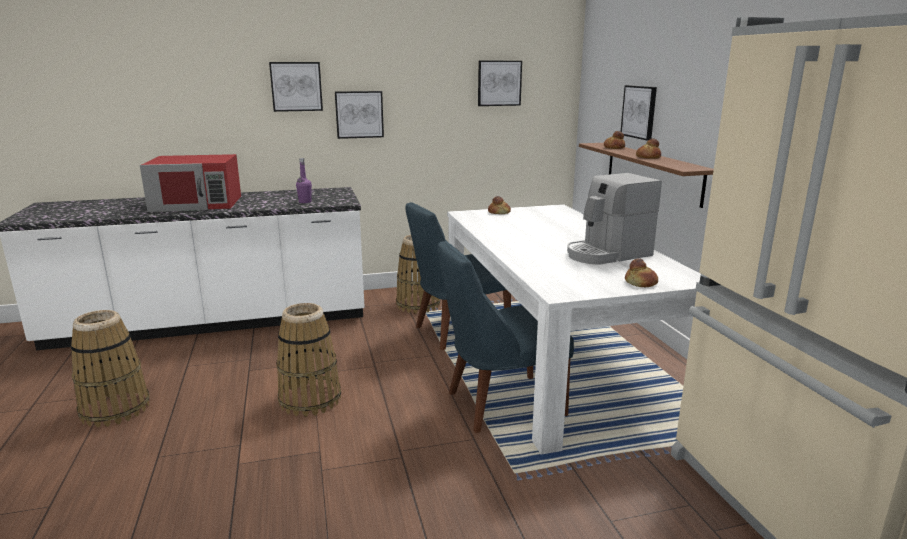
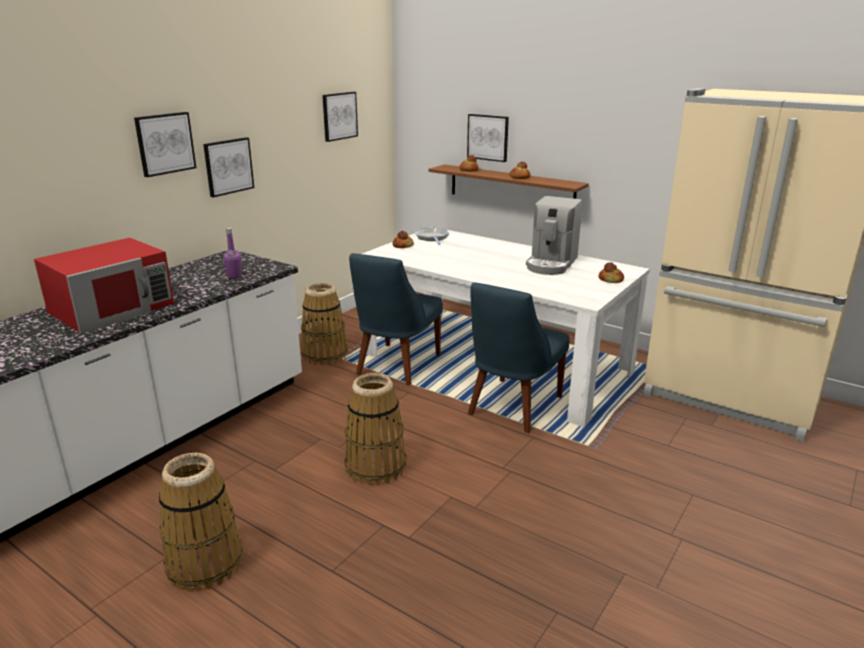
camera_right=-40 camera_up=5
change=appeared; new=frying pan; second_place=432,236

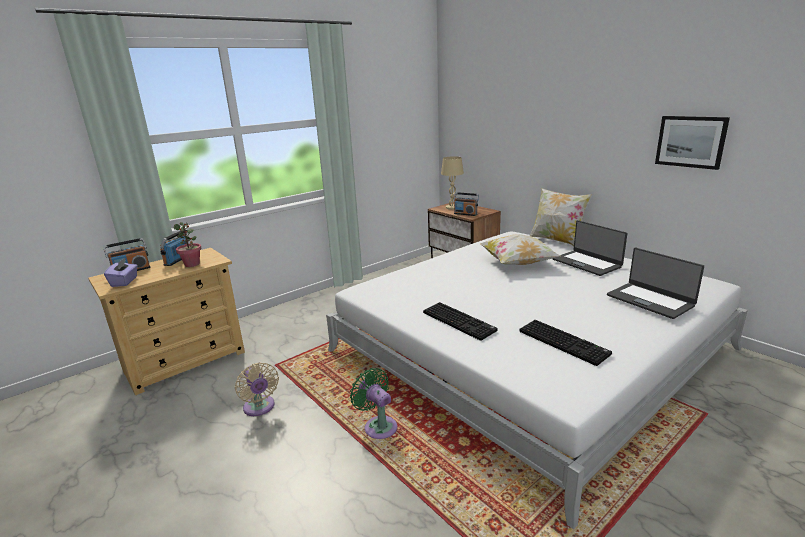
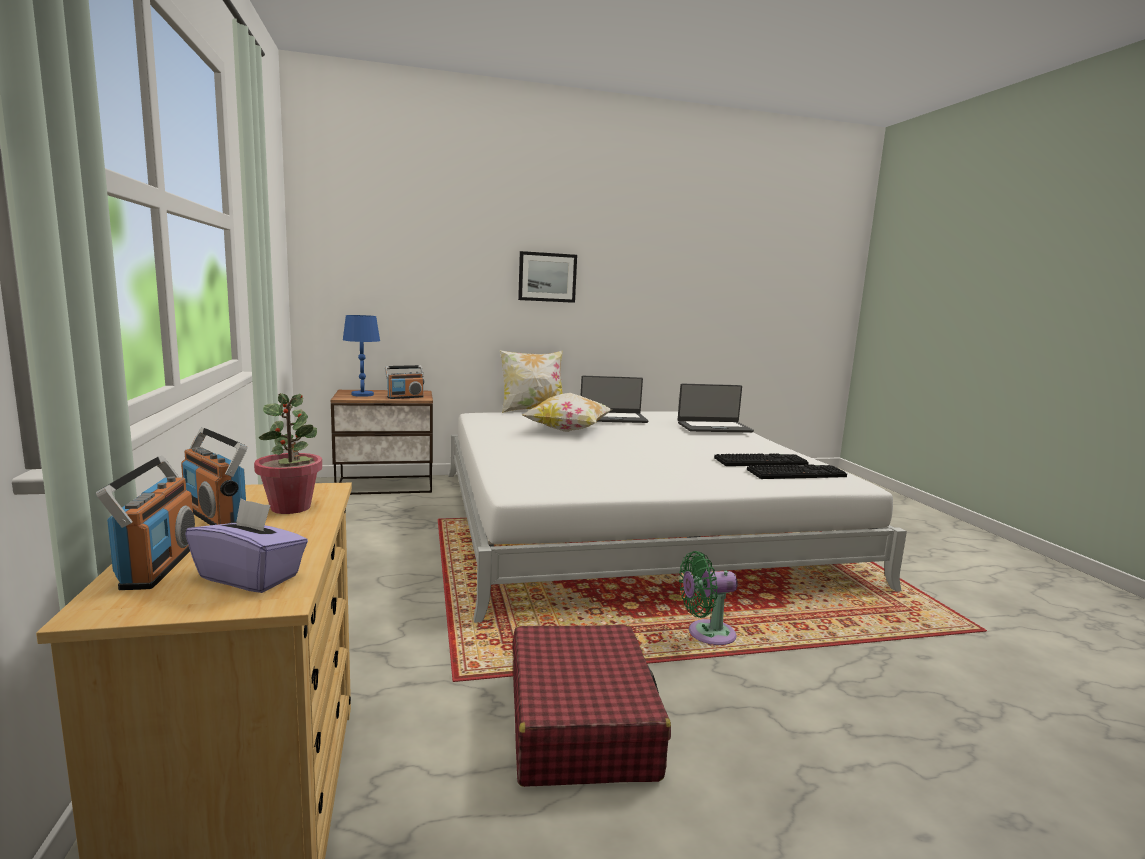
camera_right=-65 camera_up=-10
change=colour; old=table lamp (beige); new=table lamp (blue); first_place=452,183; second_place=361,356
change=exchanged; old=fan (beige); new=suitcase (red); first_place=257,389; second_place=591,705
change=relocated; old=picture; first_place=692,143; second_place=547,277
change=relocated; old=keyboard; first_place=460,321; second_place=797,471

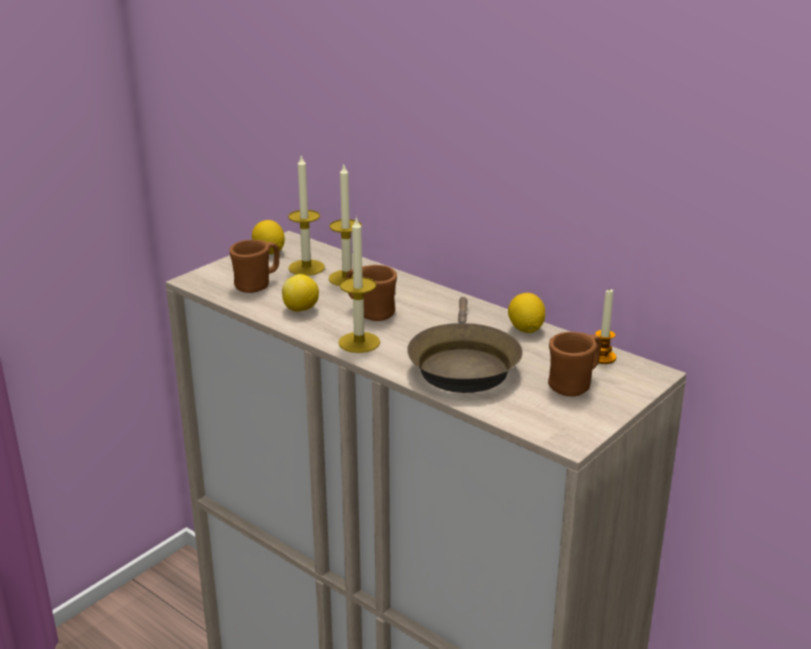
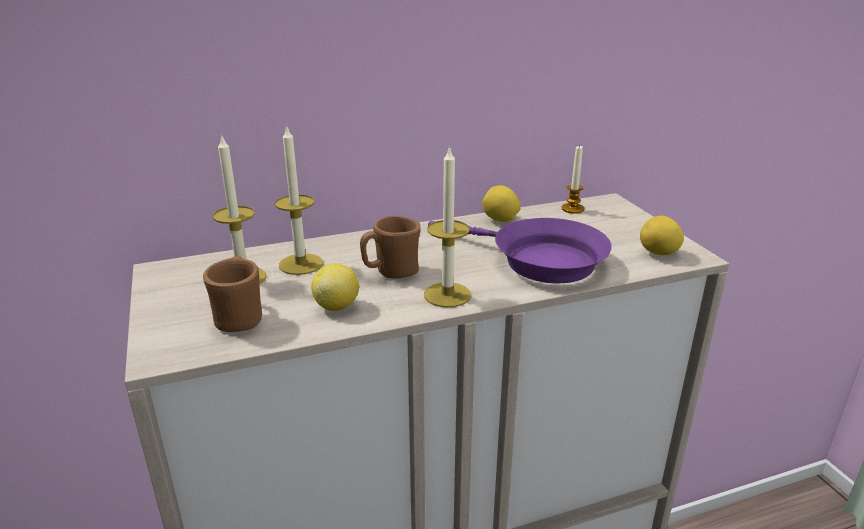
camera_right=-60 camera_up=0
change=colour; old=frying pan (brown); new=frying pan (purple); first_place=465,345; second_place=520,250
change=relocated; old=lemon; first_place=268,237; second_place=662,235
change=missing; old=mug (brown); first_place=575,364

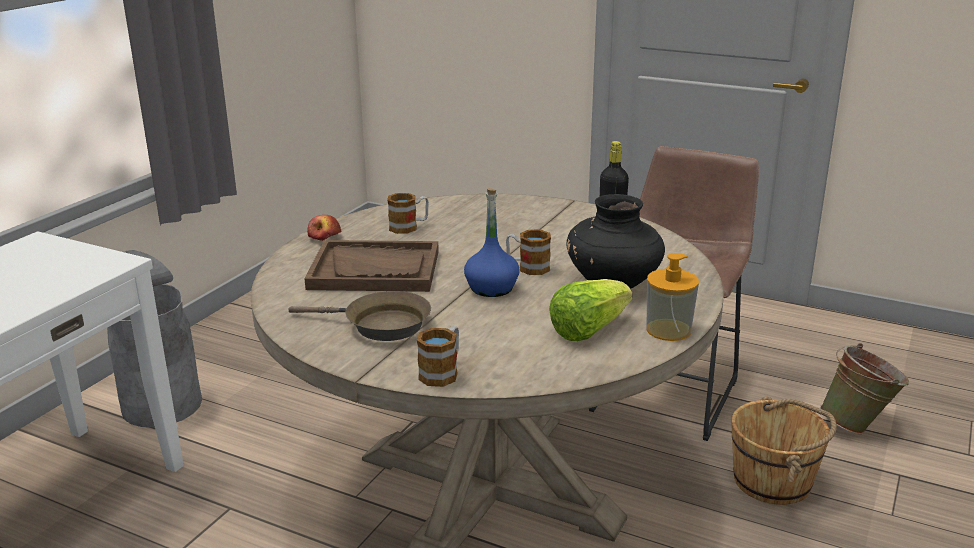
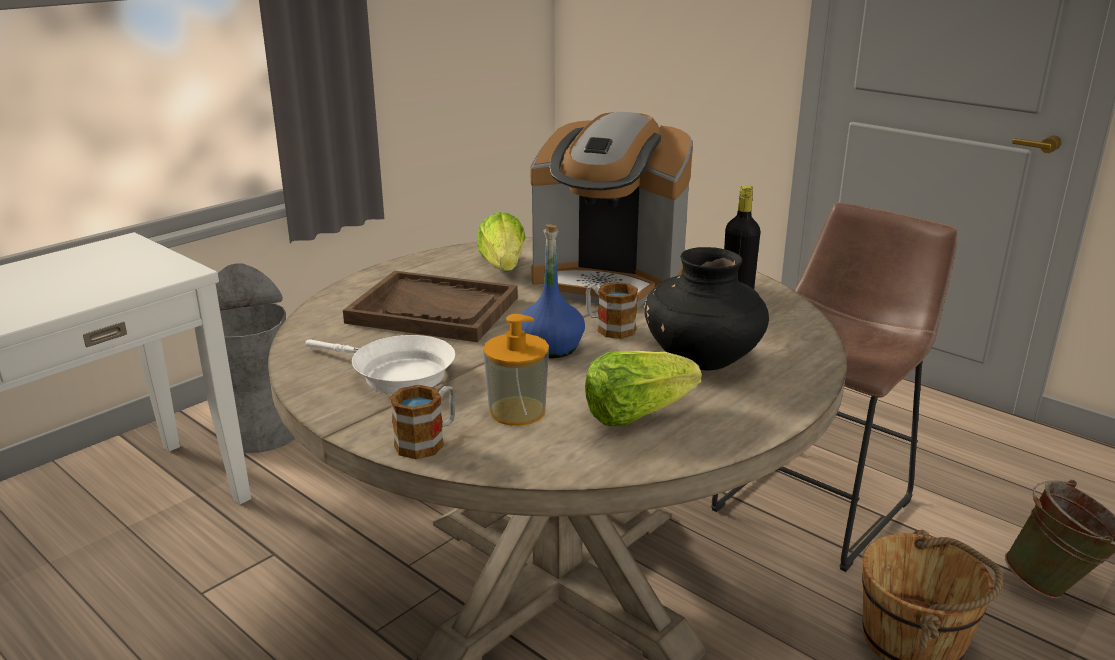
camera_right=15 camera_up=0
change=colour; old=frying pan (brown); new=frying pan (white); first_place=360,316; second_place=380,364
change=exchanged; old=mug; new=lettuce; first_place=408,213; second_place=501,241
change=relocated; old=soap dispenser; first_place=672,297; second_place=516,370
change=appeared; new=coffee machine; second_place=611,210
change=missing; old=apple; first_place=324,228

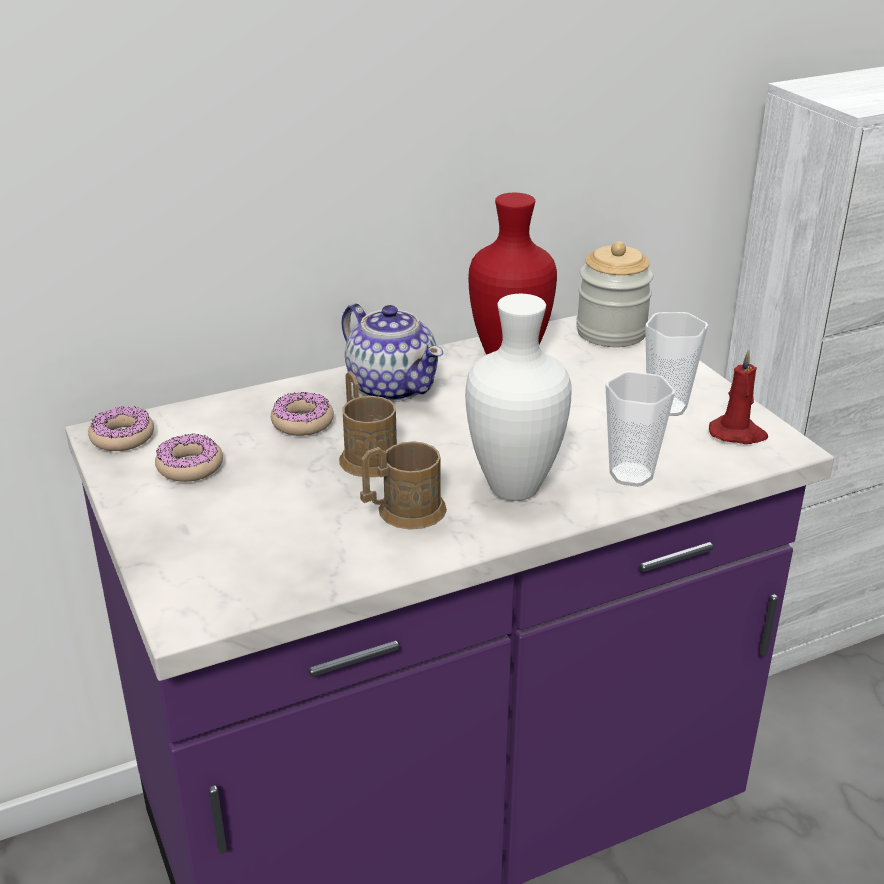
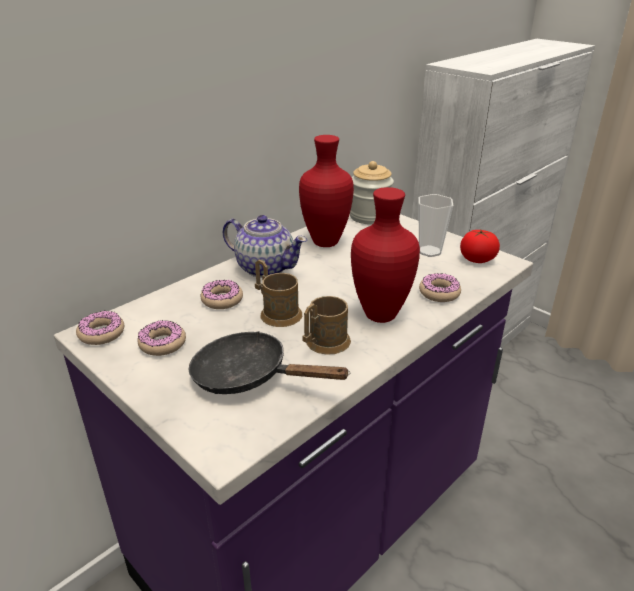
camera_right=-20 camera_up=0
change=appeared; new=frying pan (black); second_place=269,362
change=colour; old=vase (white); new=vase (red); first_place=518,397; second_place=385,255
change=exchanged; old=cup; new=donut; first_place=640,429; second_place=440,287
change=exchanged; old=candle (red); new=tomato; first_place=738,397; second_place=480,246

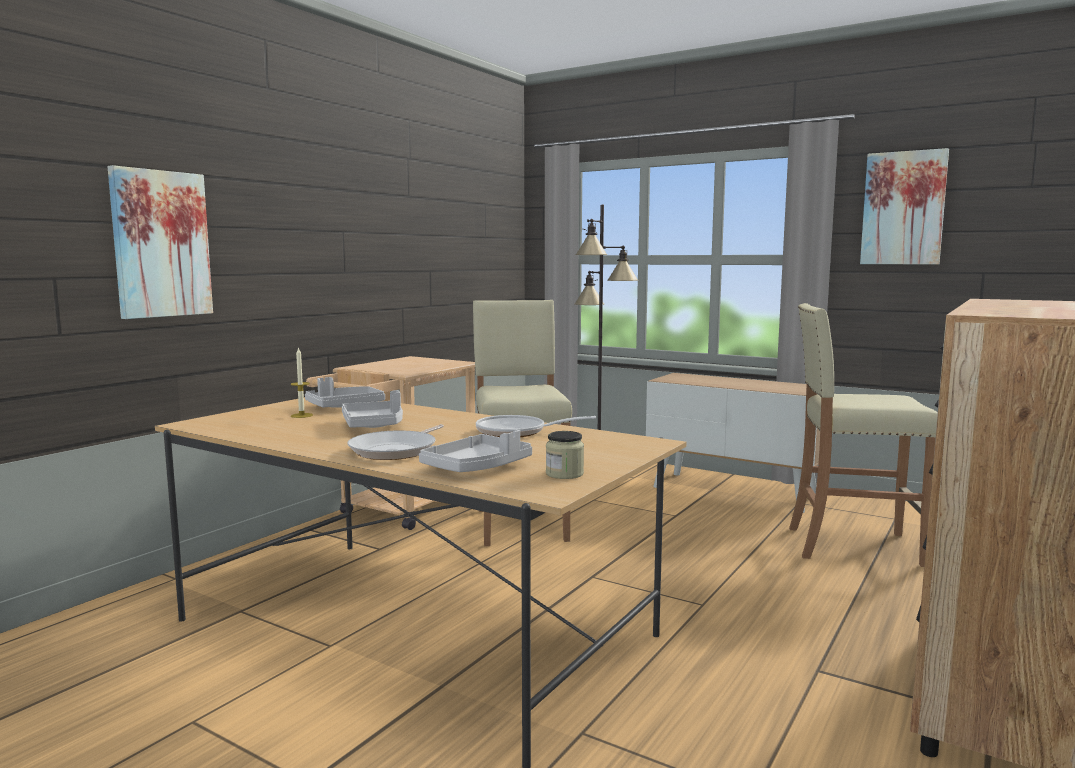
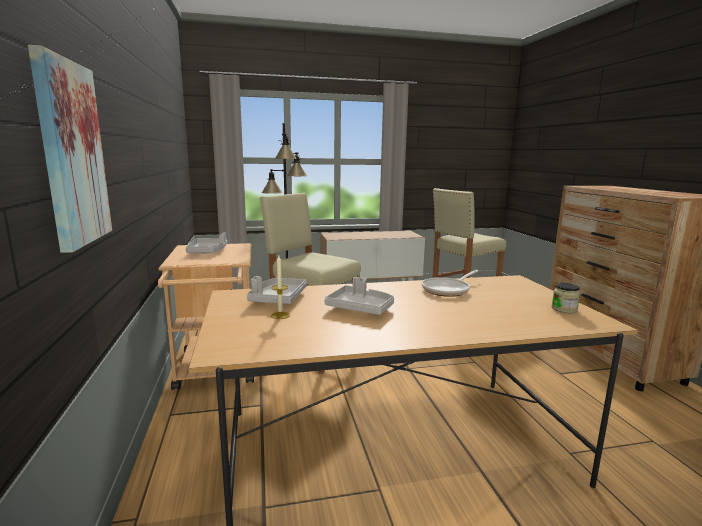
camera_right=-45 camera_up=5
change=relocated; old=tray (grey); first_place=475,451; second_place=207,242
change=missing; old=frying pan; first_place=395,442
change=missing; old=picture; first_place=904,206

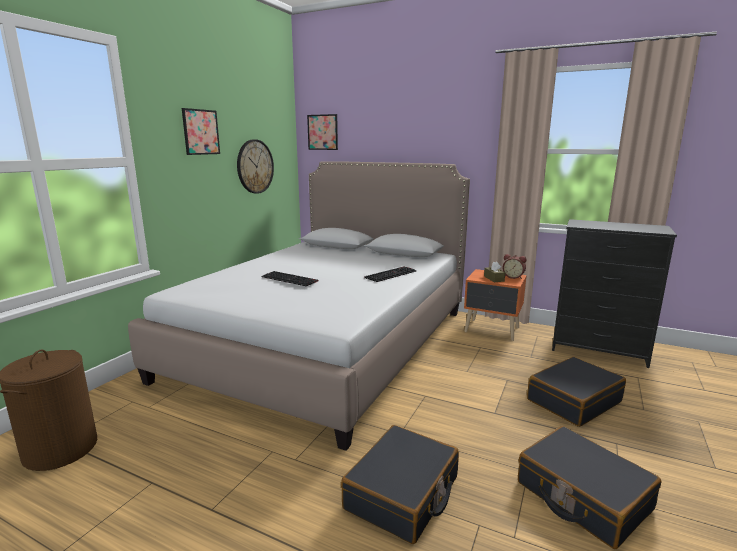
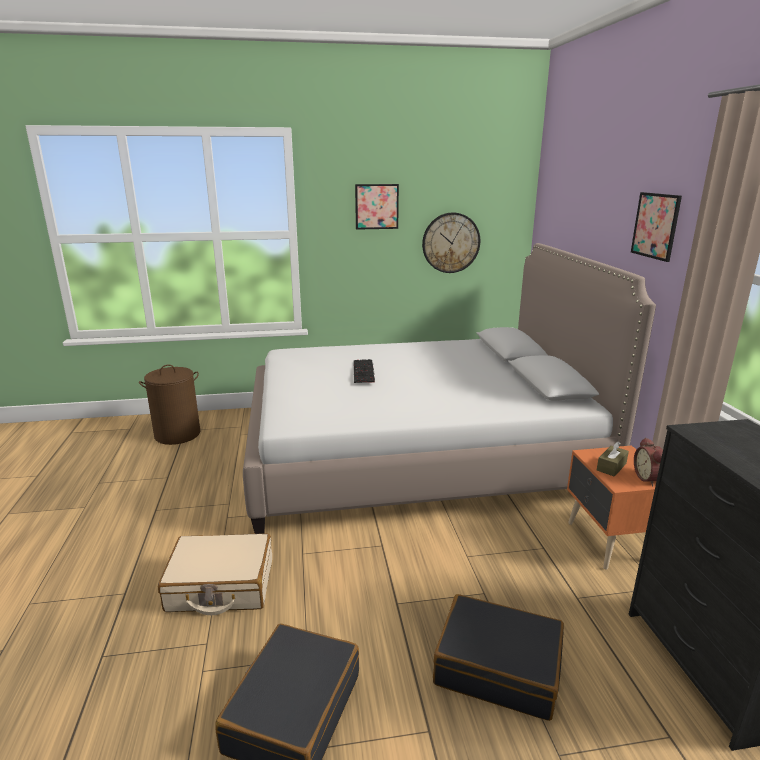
camera_right=55 camera_up=5
change=colour; old=suitcase (black); new=suitcase (beige); first_place=400,484; second_place=215,574
change=relocated; old=picture; first_place=322,132; second_place=656,227
change=missing; old=keyboard; first_place=390,274

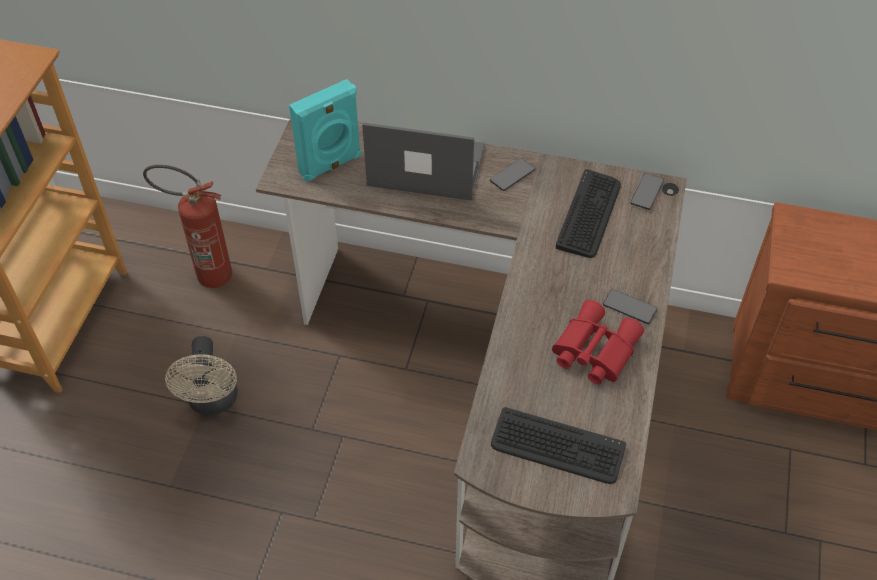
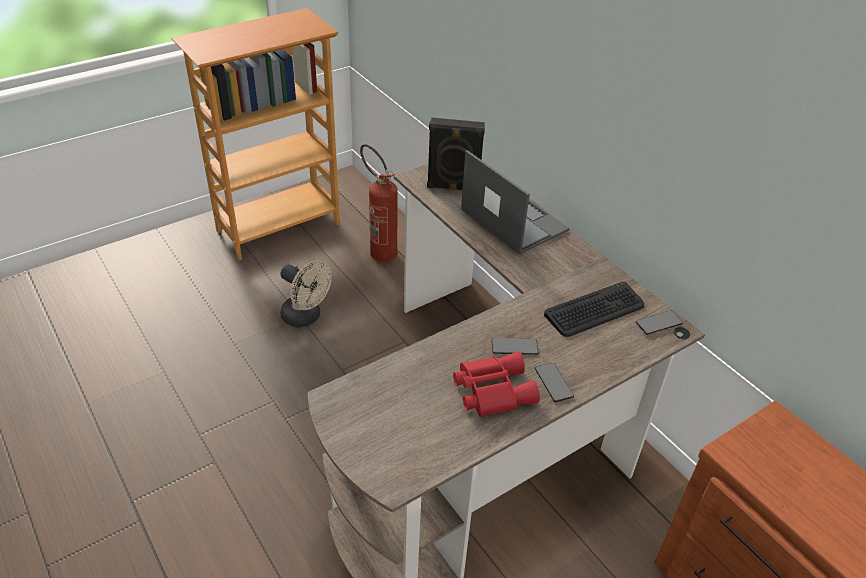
camera_right=40 camera_up=-10
change=spun; old=fan (beige); first_place=201,375; second_place=306,293; degrees=-90
change=colour; old=speaker (turquoise); new=speaker (black); first_place=325,130; second_place=456,153
change=relocated; old=phone; first_place=512,174; second_place=515,346
change=missing; old=keyboard; first_place=558,445

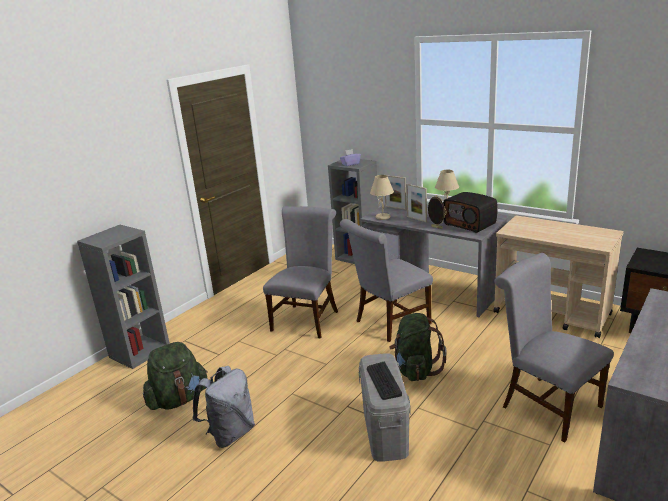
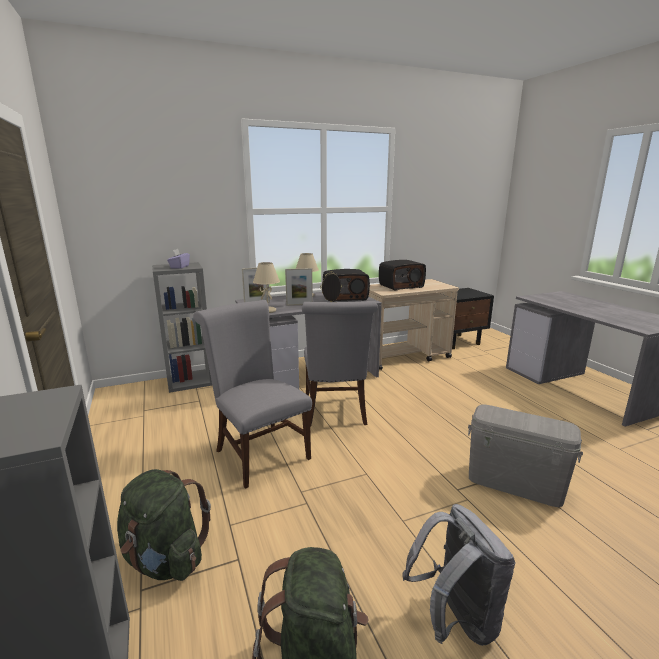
camera_right=-60 camera_up=-5
change=relocated; old=backpack (green); first_place=418,347; second_place=164,525
change=appeared; new=radio; second_place=402,275
change=missing; old=keyboard; first_place=384,381
change=missing; old=chair (grey); first_place=554,348

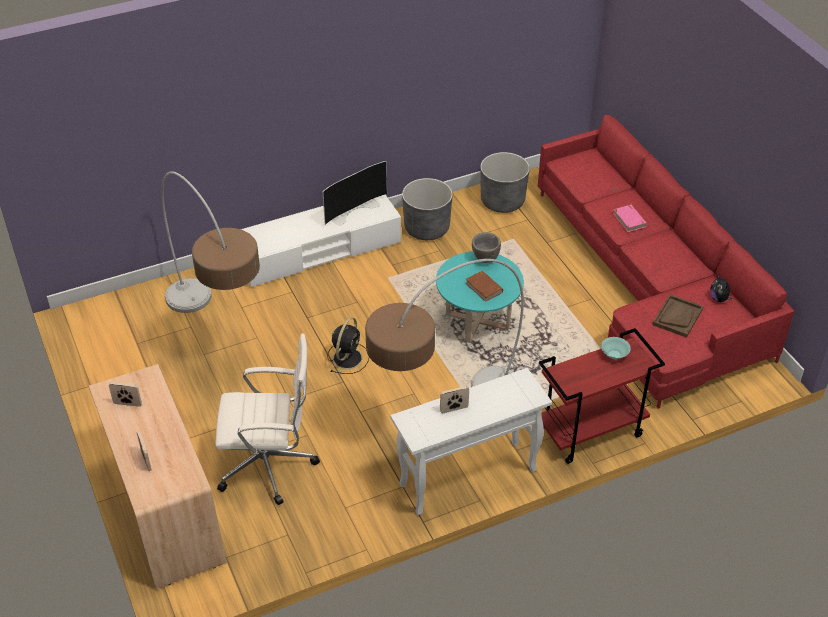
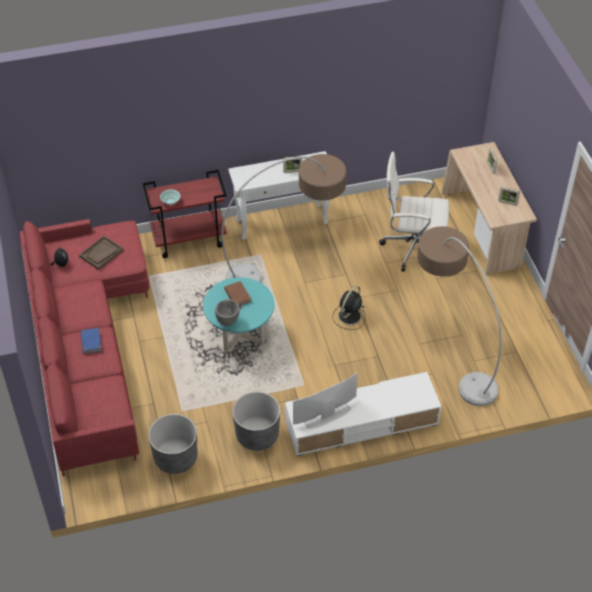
camera_right=-170 camera_up=5
change=colour; old=book (pink); new=book (blue); first_place=630,218; second_place=91,342

